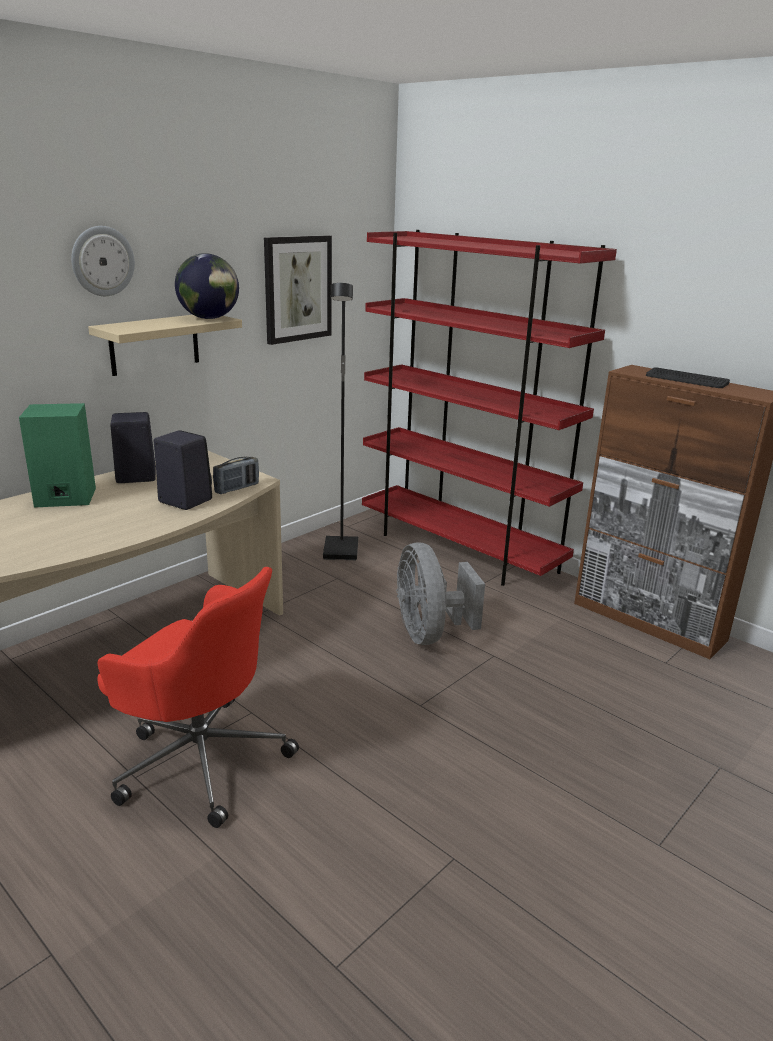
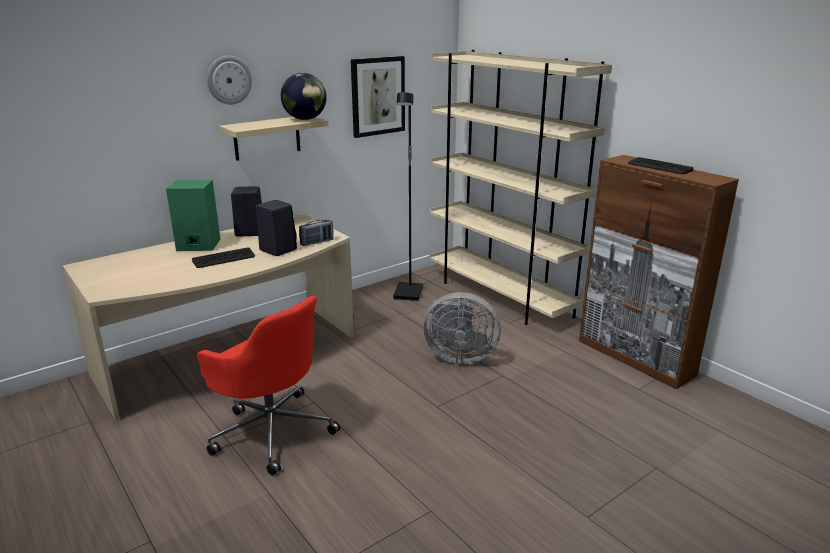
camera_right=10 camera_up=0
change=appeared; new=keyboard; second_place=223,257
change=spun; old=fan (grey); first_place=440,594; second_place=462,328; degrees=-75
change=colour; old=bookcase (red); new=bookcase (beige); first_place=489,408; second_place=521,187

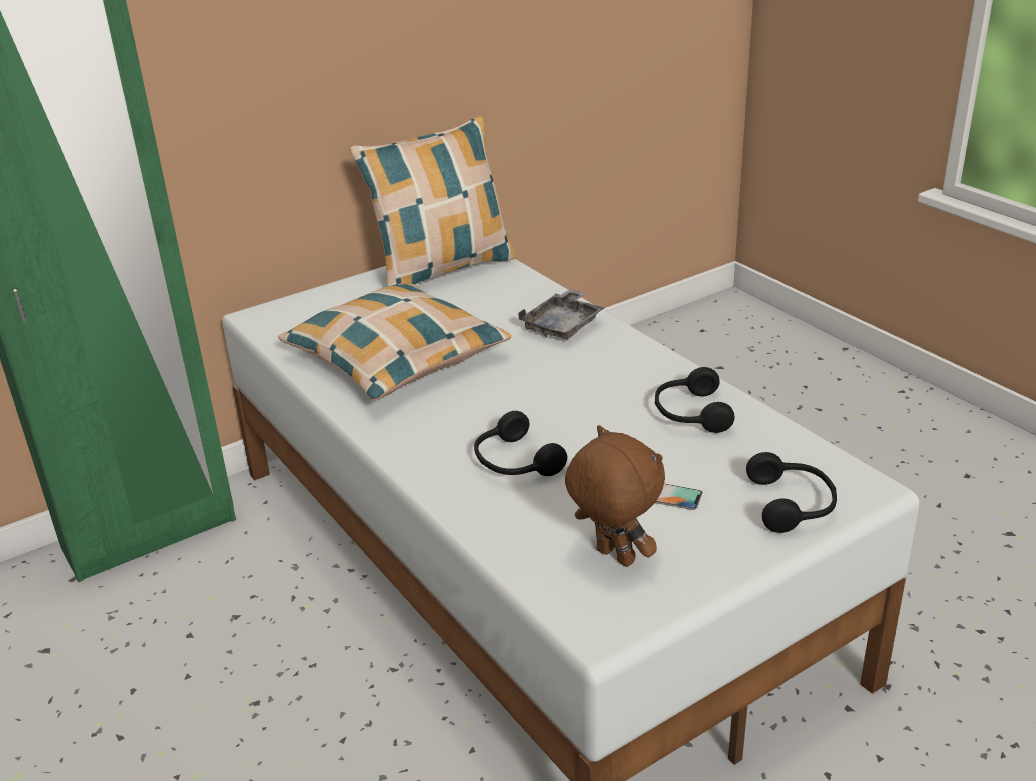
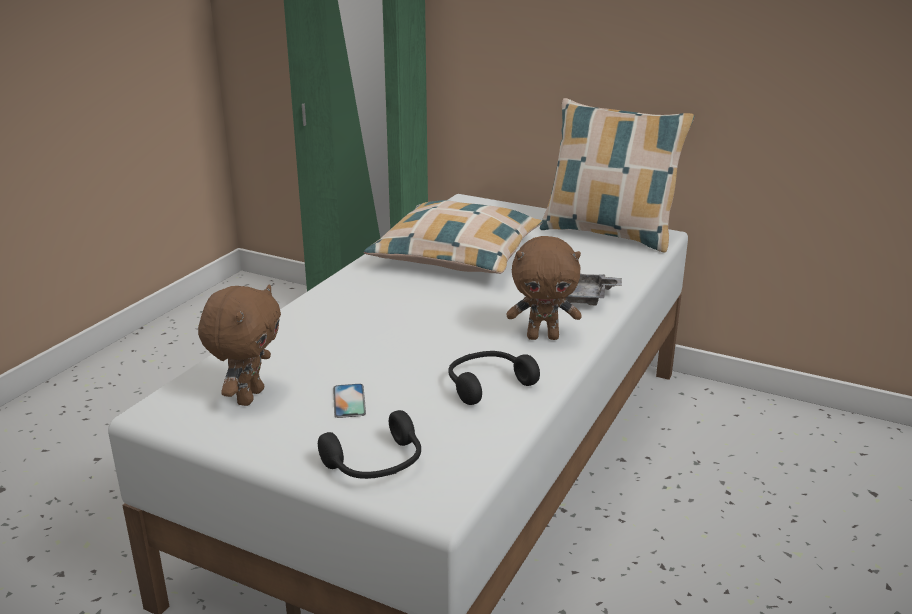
camera_right=60 camera_up=-5
change=appeared; new=plush toy (brown); second_place=544,288
change=missing; old=headphones (black); first_place=520,443

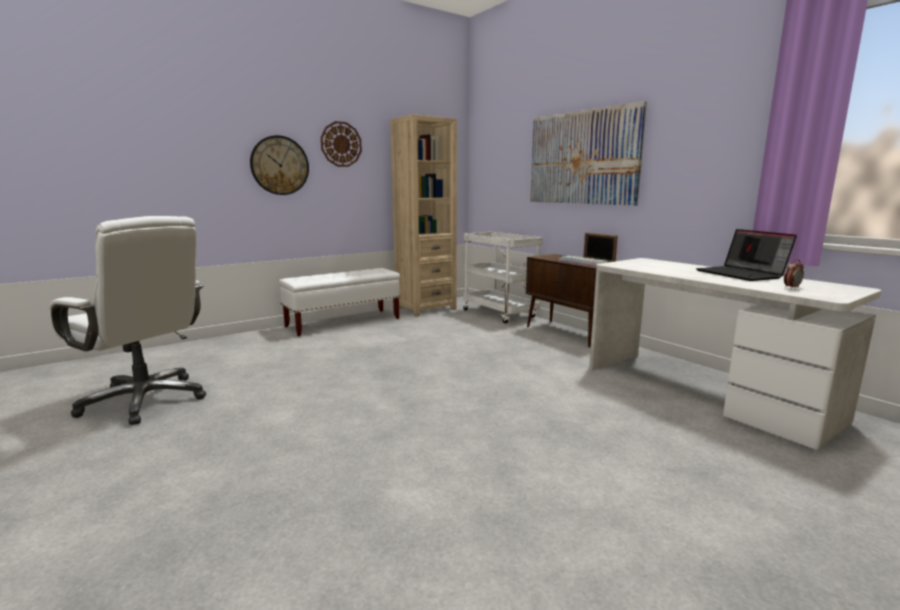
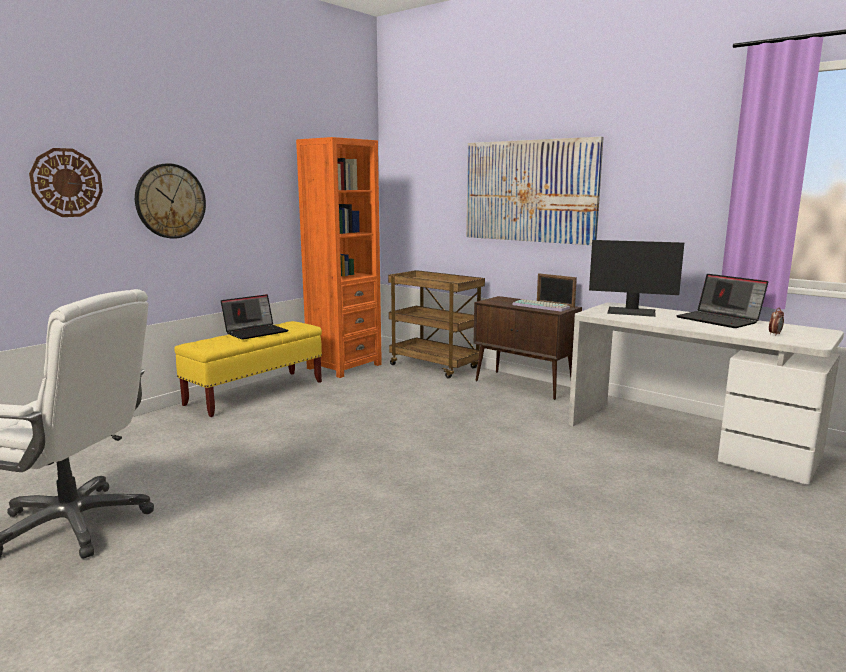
camera_right=-15 camera_up=0
change=relocated; old=wall clock; first_place=341,144; second_place=66,182
change=colour; old=bench (white); new=bench (yellow); first_place=339,302; second_place=248,369
change=appeared; new=laptop; second_place=254,317
change=colour; old=bookcase (beige); new=bookcase (orange); first_place=423,215; second_place=339,257
change=colour; old=cart (white); new=cart (brown); first_place=503,277; second_place=436,324
change=appeared; new=monitor; second_place=636,278

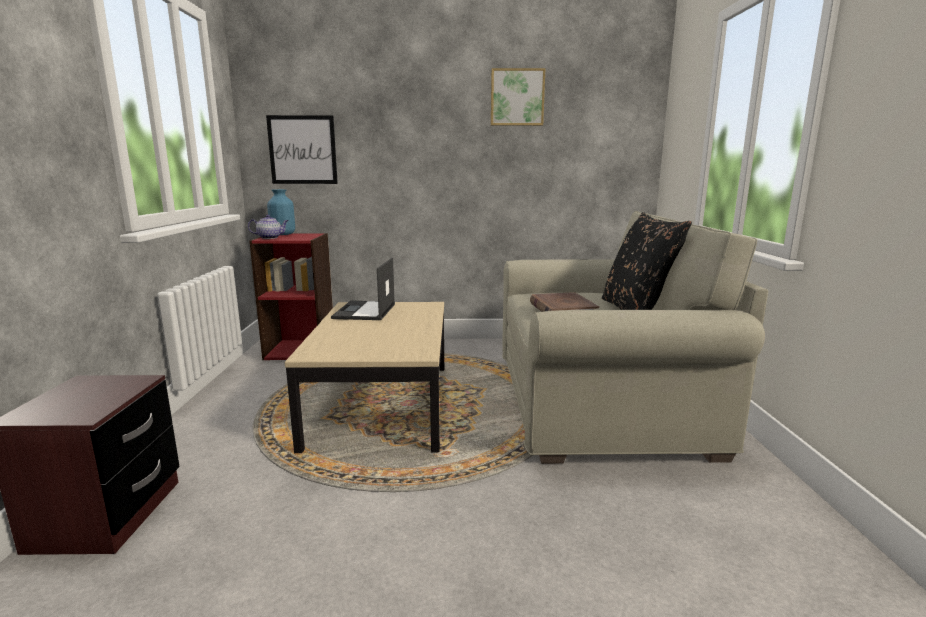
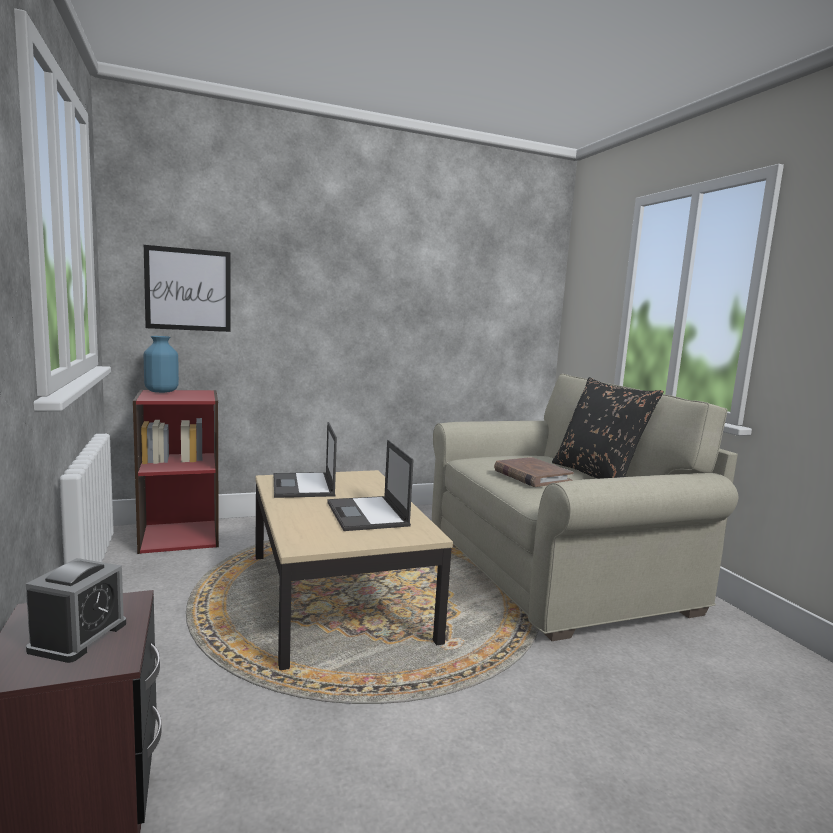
camera_right=-20 camera_up=-5
change=appeared; new=alarm clock; second_place=76,610
change=appeared; new=laptop; second_place=371,485
change=missing; old=teapot; first_place=268,227
change=missing; old=picture; first_place=518,97

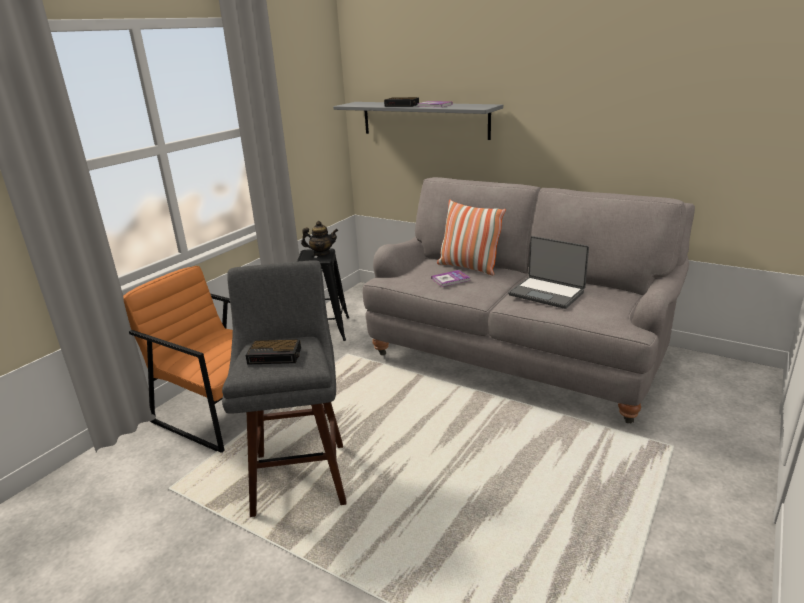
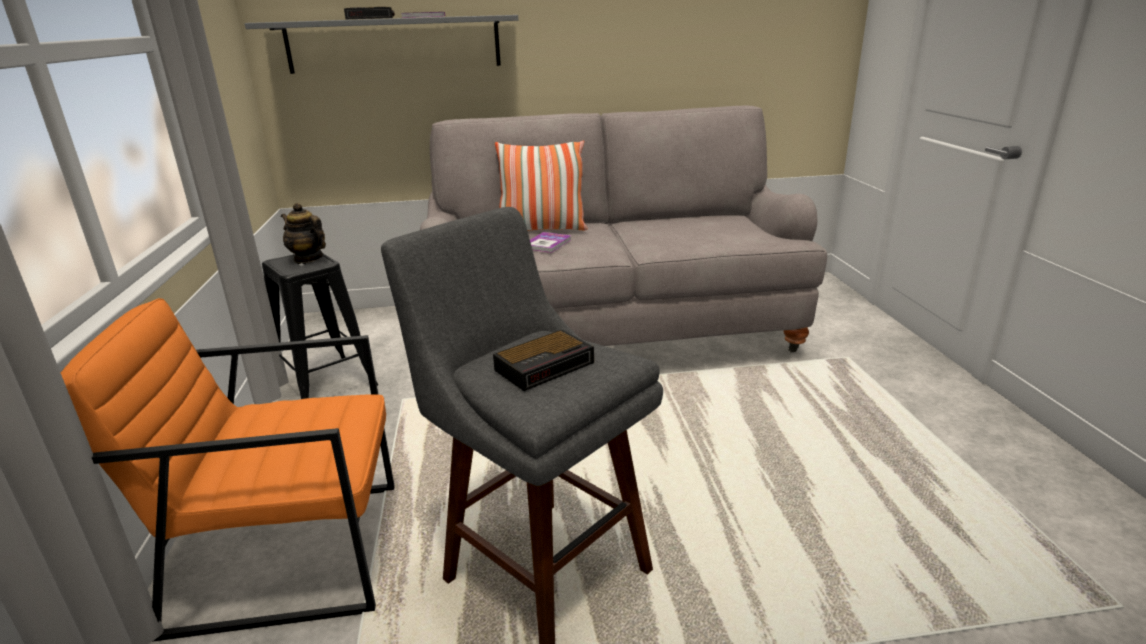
camera_right=-40 camera_up=0
change=spun; old=teapot; first_place=319,238; second_place=303,233; degrees=-105
change=missing; old=laptop; first_place=548,272

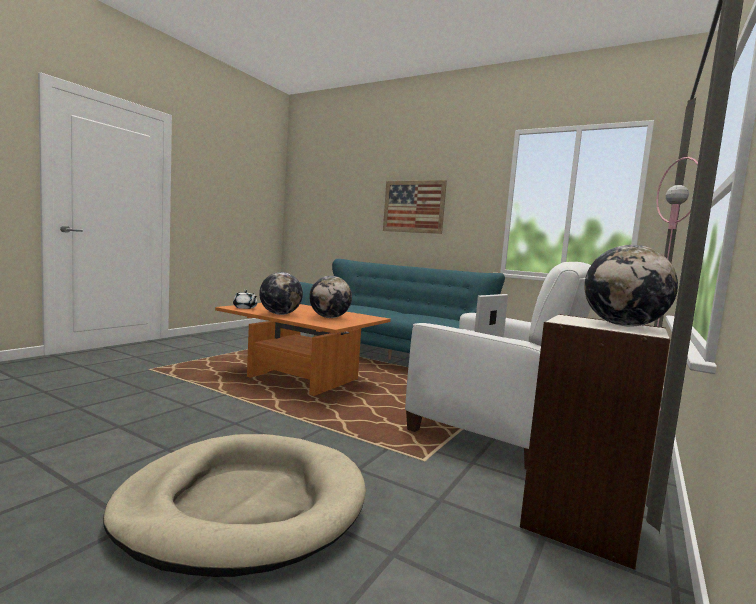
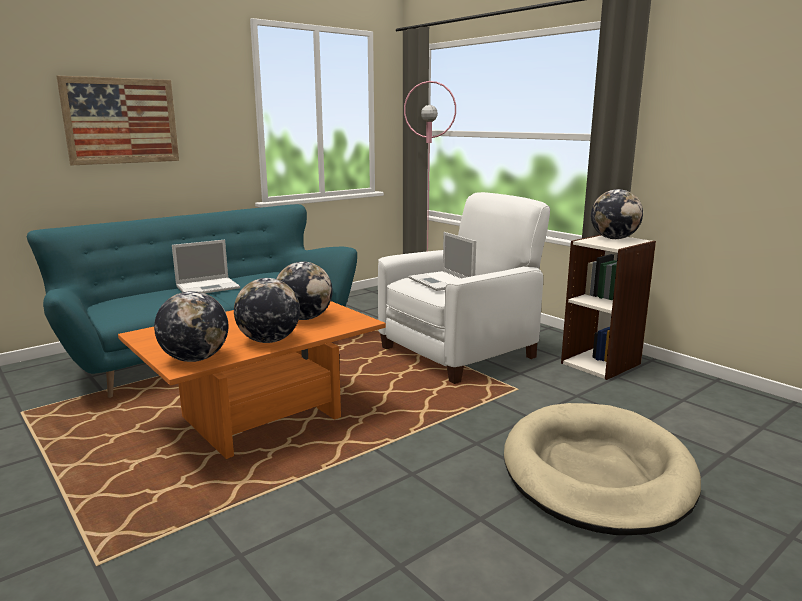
camera_right=-70 camera_up=10
change=exchanged; old=teapot (white); new=globe; first_place=245,299; second_place=191,326
change=appeared; new=laptop; second_place=206,266

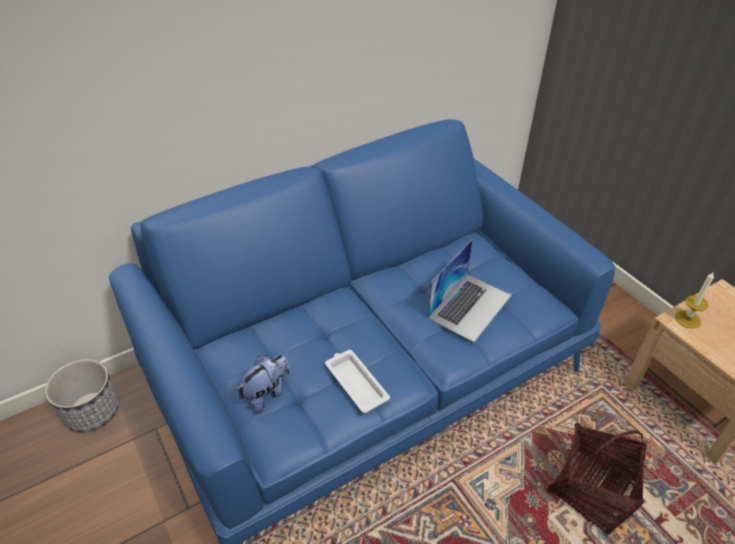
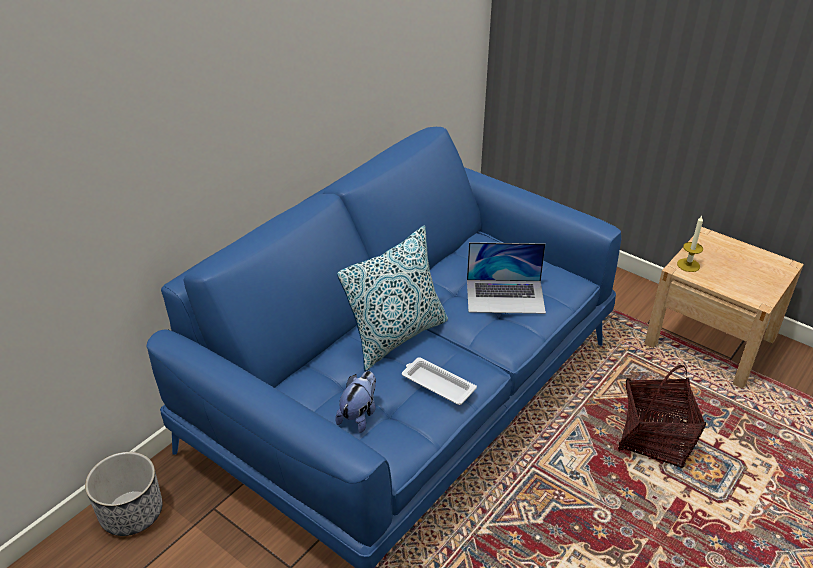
camera_right=-20 camera_up=-5
change=appeared; new=pillow; second_place=392,298
change=spun; old=laptop; first_place=469,290; second_place=506,278; degrees=75

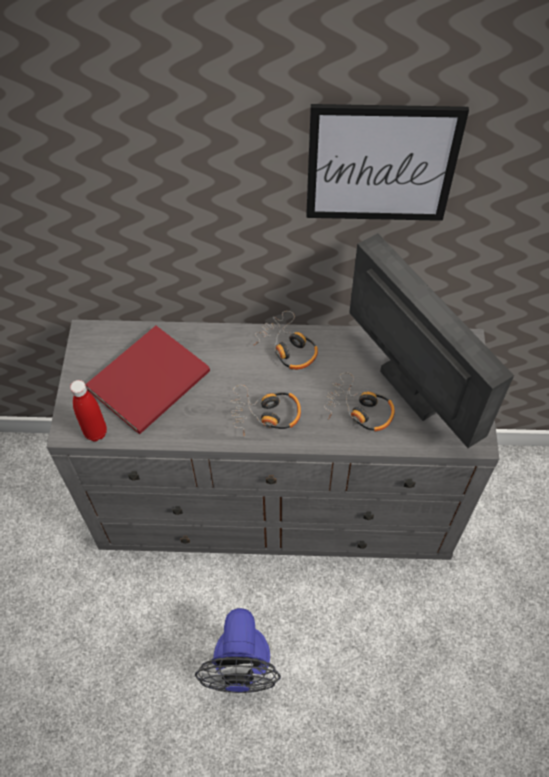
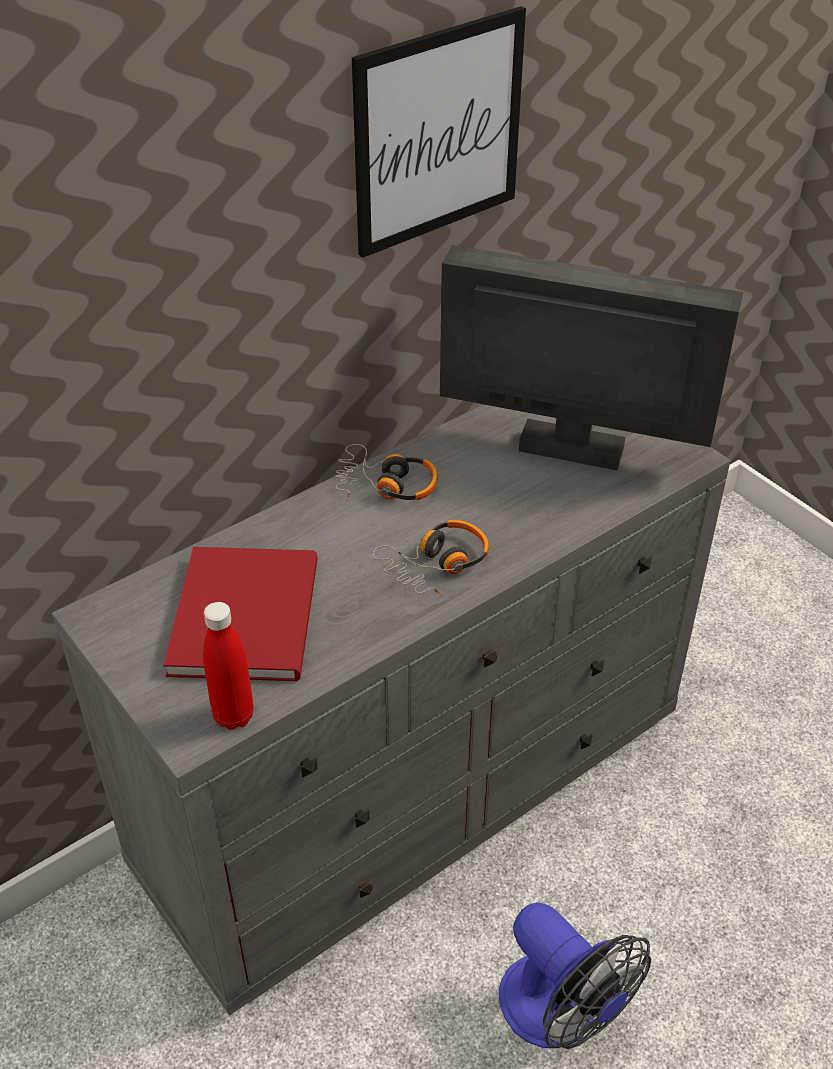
camera_right=-40 camera_up=-15
change=missing; old=headphones; first_place=359,402

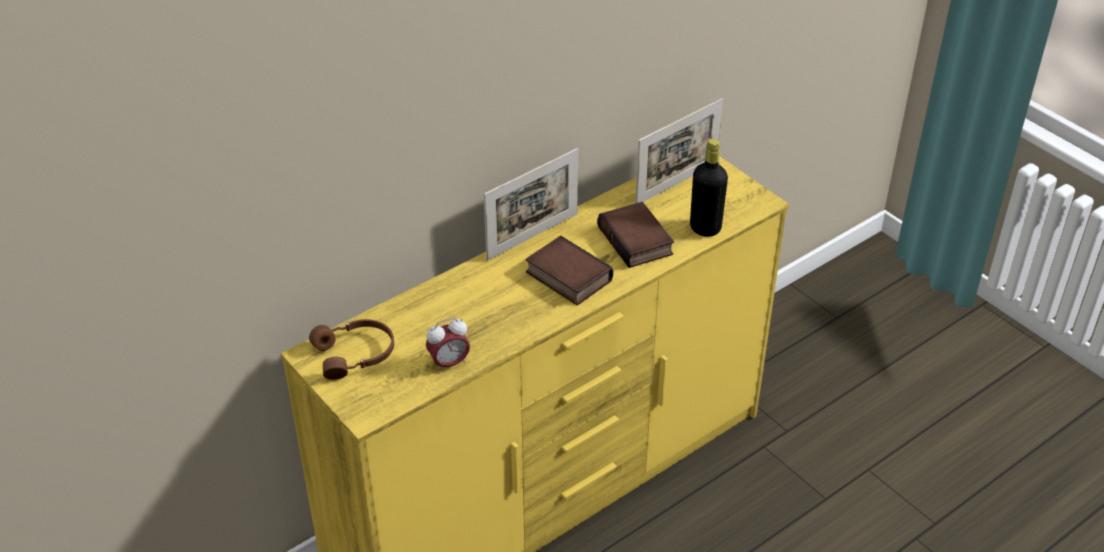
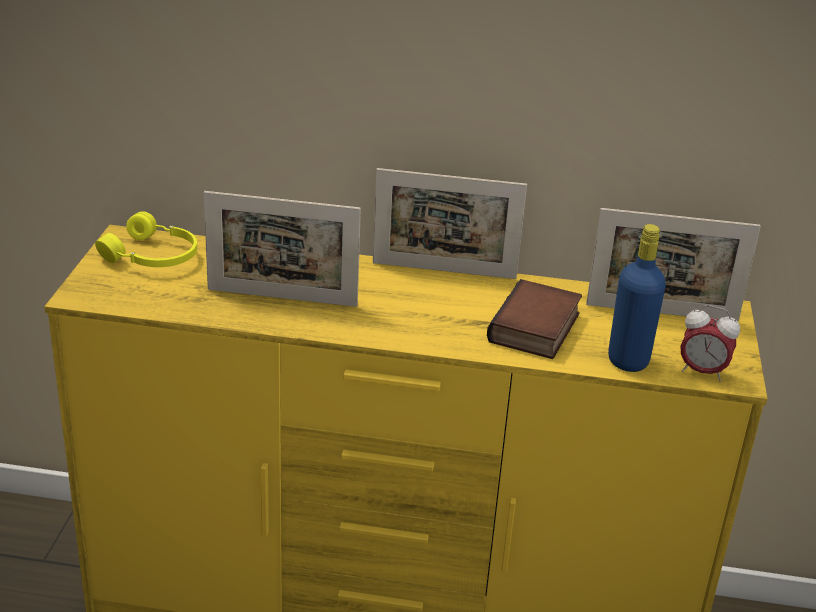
camera_right=45 camera_up=-10
change=colour; old=headphones (brown); new=headphones (yellow); first_place=351,349; second_place=146,239
change=appeared; new=picture frame; second_place=282,249
change=colour; old=bottle (black); new=bottle (blue); first_place=709,188; second_place=637,298
change=relocated; old=alarm clock; first_place=448,345; second_place=710,343
change=missing; old=book; first_place=569,270

